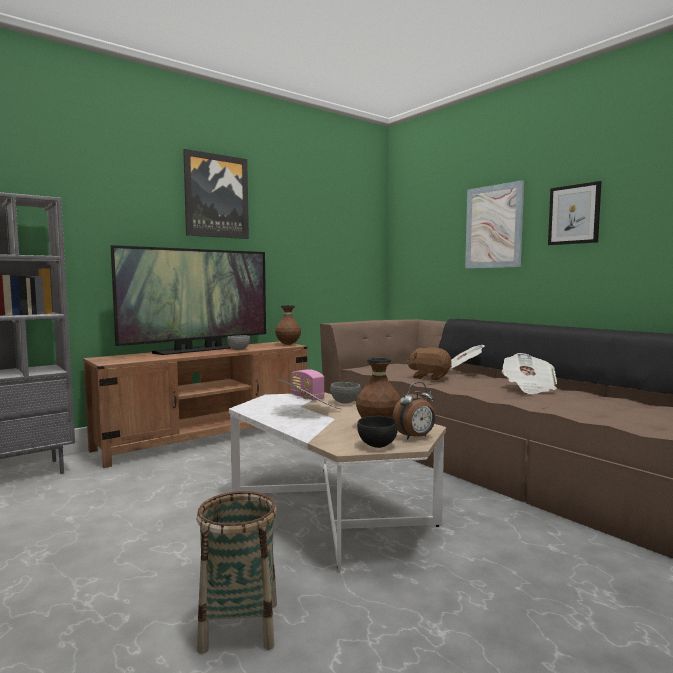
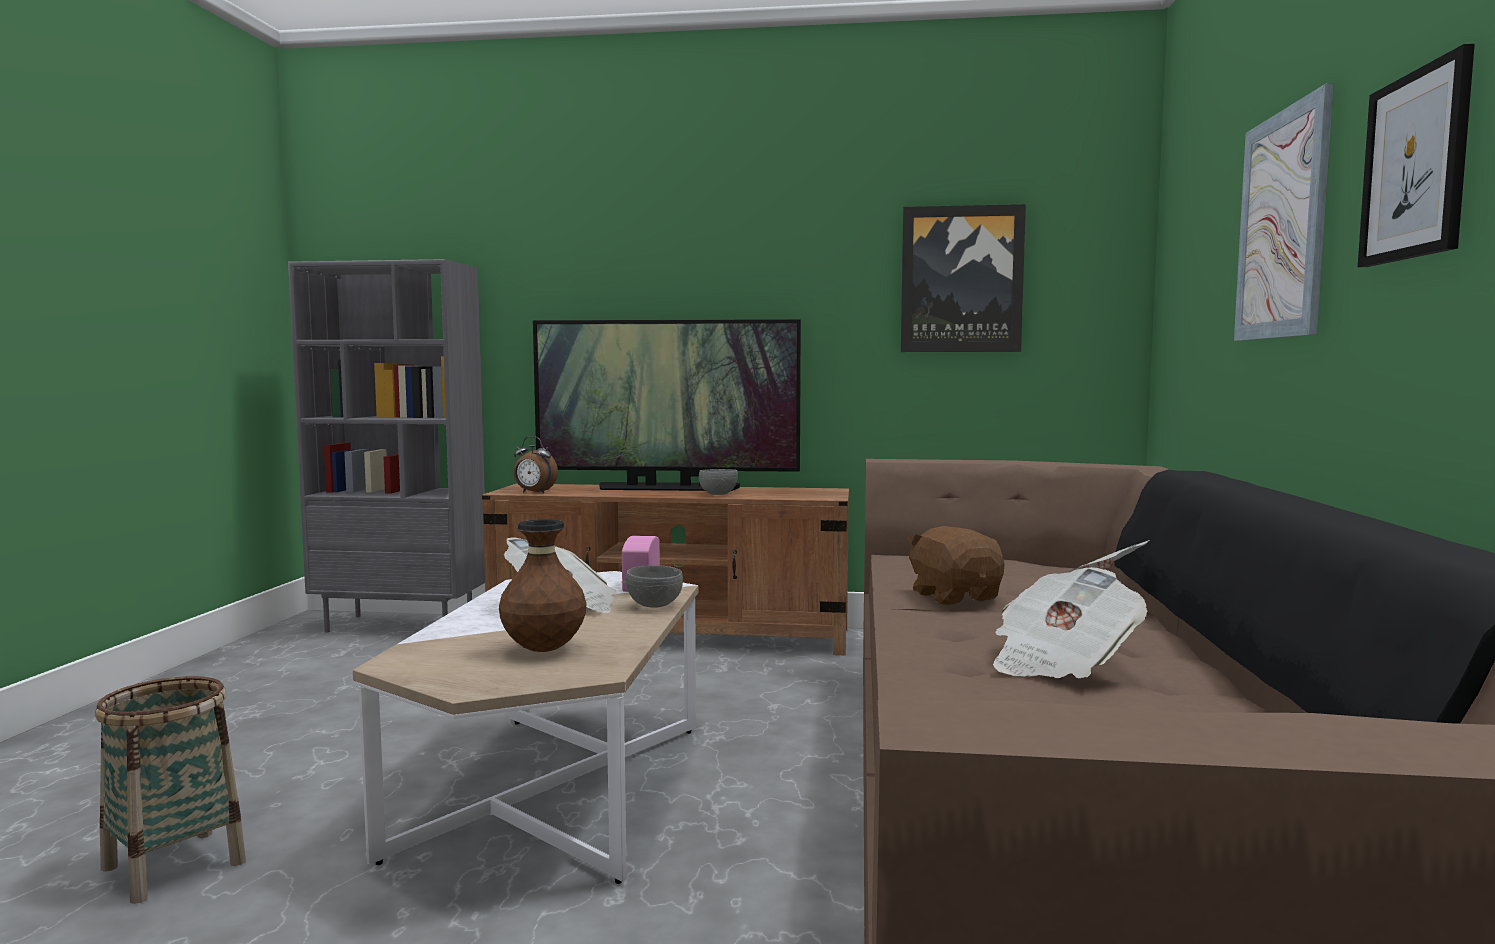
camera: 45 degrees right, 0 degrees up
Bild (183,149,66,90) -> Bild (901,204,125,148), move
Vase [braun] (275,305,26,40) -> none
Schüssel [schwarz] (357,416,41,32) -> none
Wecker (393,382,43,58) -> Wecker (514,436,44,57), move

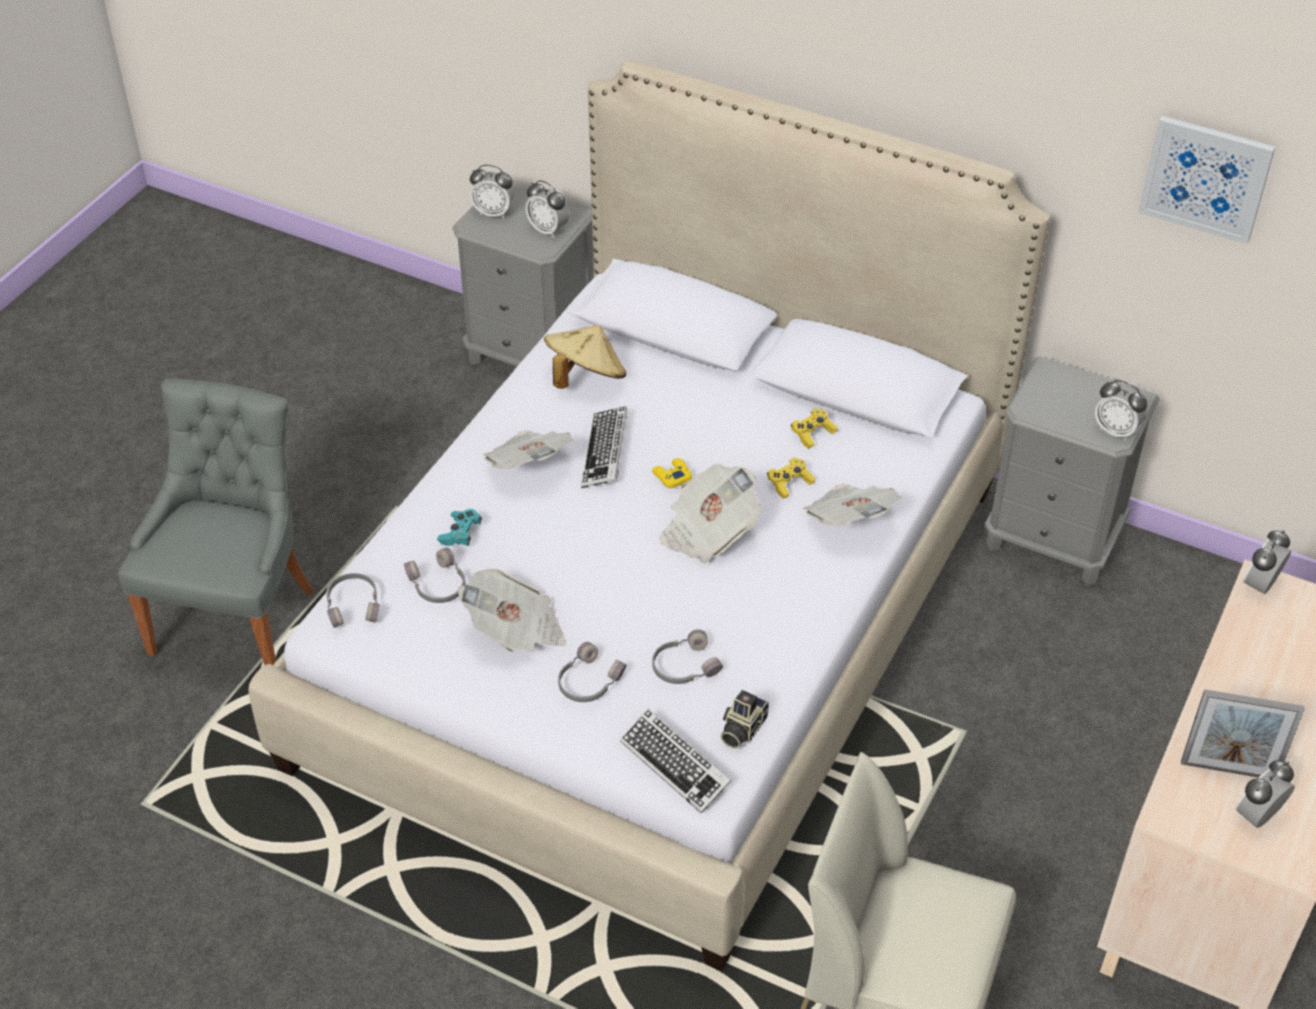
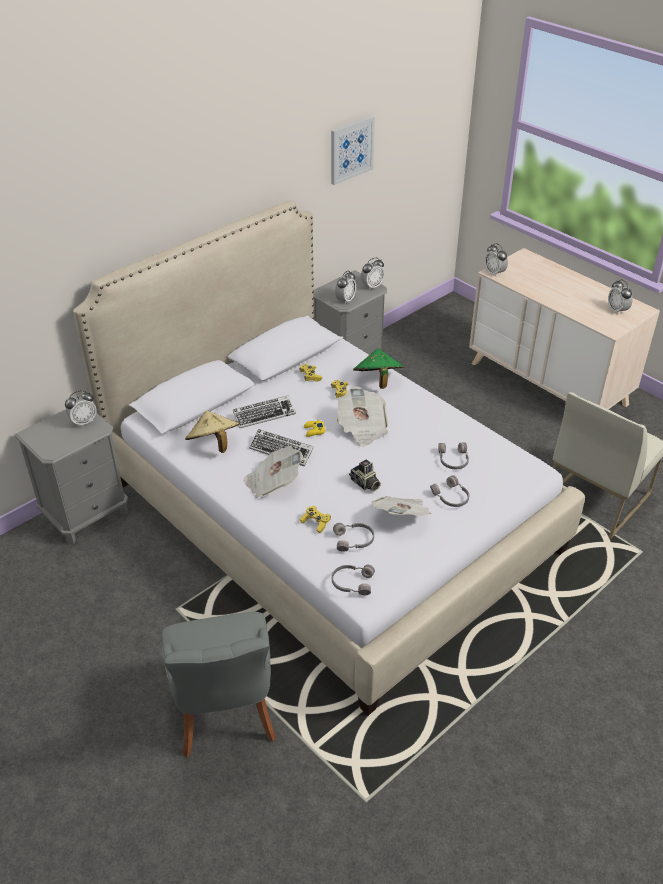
camera: 70 degrees left, 5 degrees down
Stuhl [grau] (118,379,196,286) -> Stuhl [grau] (161,612,115,145), 135 degrees counterclockwise
Gamepad [türkis] (437,509,45,37) -> Gamepad [gelb] (300,506,31,27)
Wecker (470,165,45,54) -> Wecker (335,271,21,34), move
Tastatur (620,709,111,105) -> Tastatur (233,395,63,33), move
Kamera (721,690,48,59) -> Kamera (349,460,32,31), move
Zeitung (803,484,99,42) -> Hut [grün] (353,348,52,41)
Bilderrahmen (1181,689,124,89) -> none

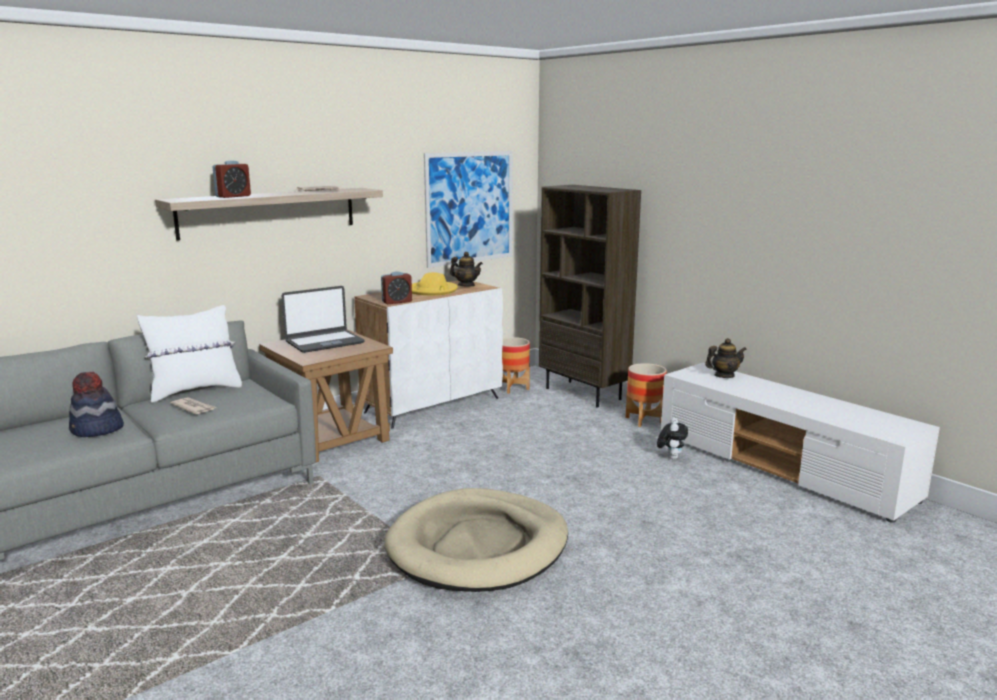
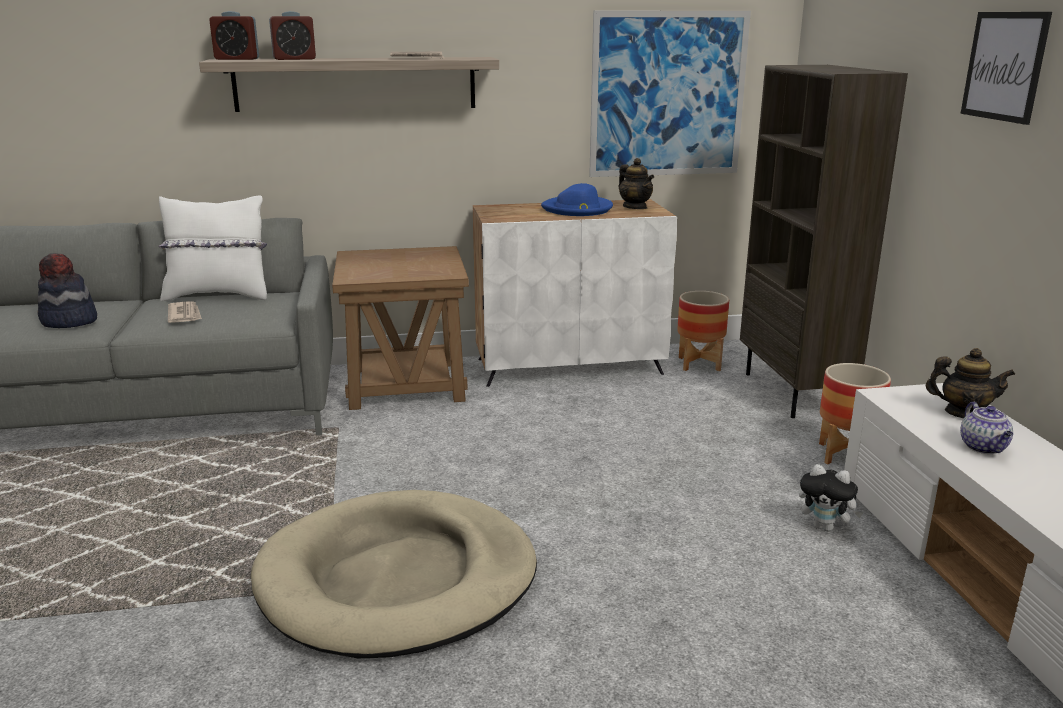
camera: 30 degrees right, 5 degrees up
Laptop (282,286,83,67) -> none
Wecker (381,271,31,33) -> Wecker (209,11,50,49), move
Hut [gelb] (412,272,46,24) -> Hut [blau] (541,183,72,33)
Plüschtier (657,418,31,42) -> Plüschtier (799,464,64,68), 75 degrees clockwise
none -> Bild (960,12,92,113)
none -> Teekanne (960,402,53,52)

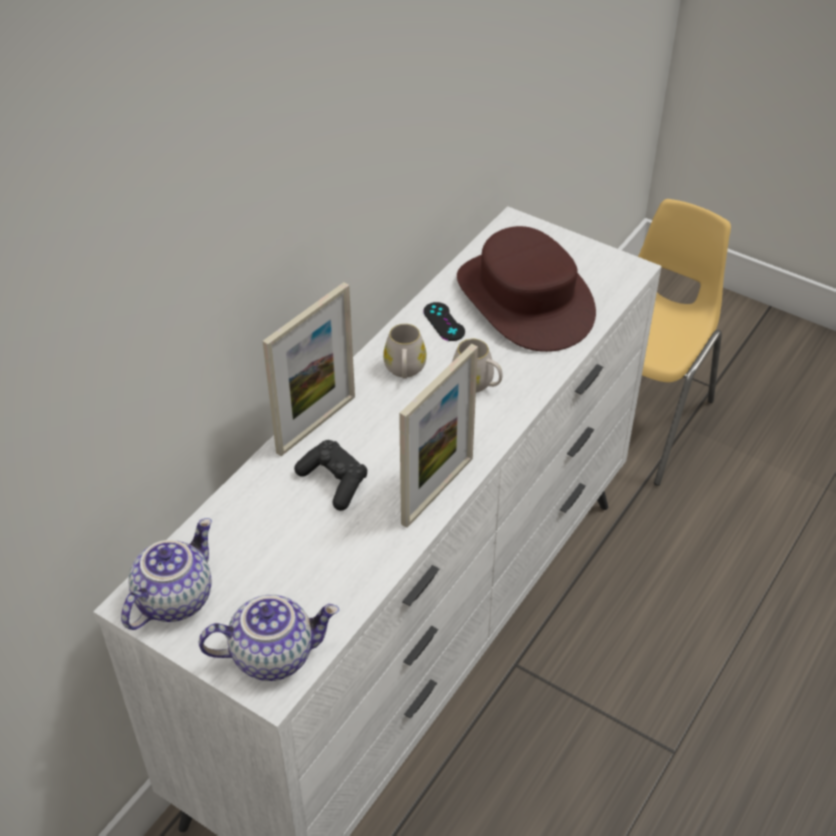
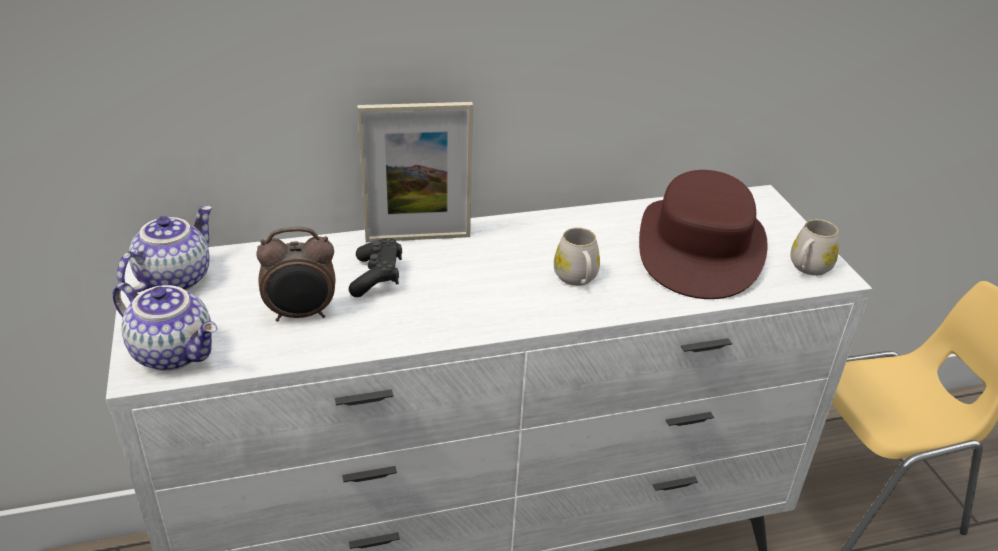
camera: 40 degrees right, 10 degrees down
Teekanne (121,518,91,112) -> Teekanne (117,206,96,86), 45 degrees counterclockwise
Henkelbecher [weiß] (383,324,44,54) -> Henkelbecher [weiß] (790,219,49,57), move
Bilderrahmen (399,344,79,184) -> none
Gamepad [schwarz] (424,302,41,39) -> none
none -> Wecker (256,227,79,95)

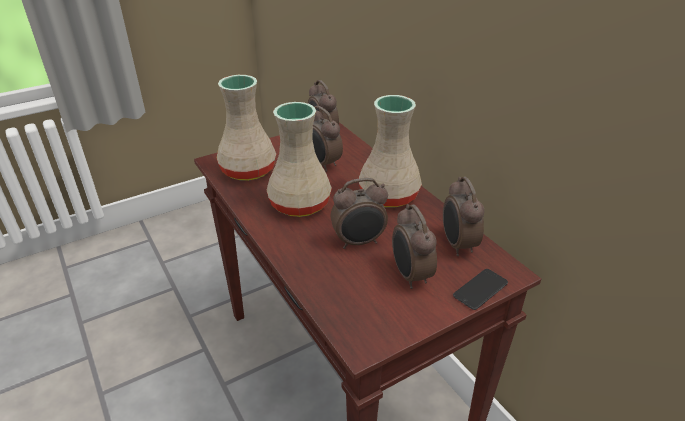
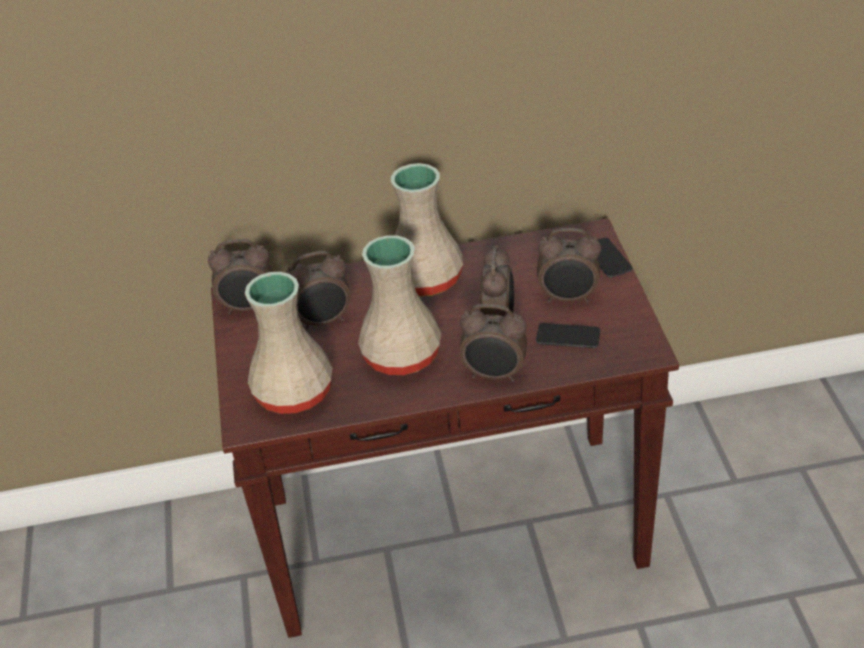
camera: 65 degrees left, 5 degrees up
Wecker (443,177,42,79) -> Wecker (459,304,68,78), move
none -> Handy (536,323,64,25)

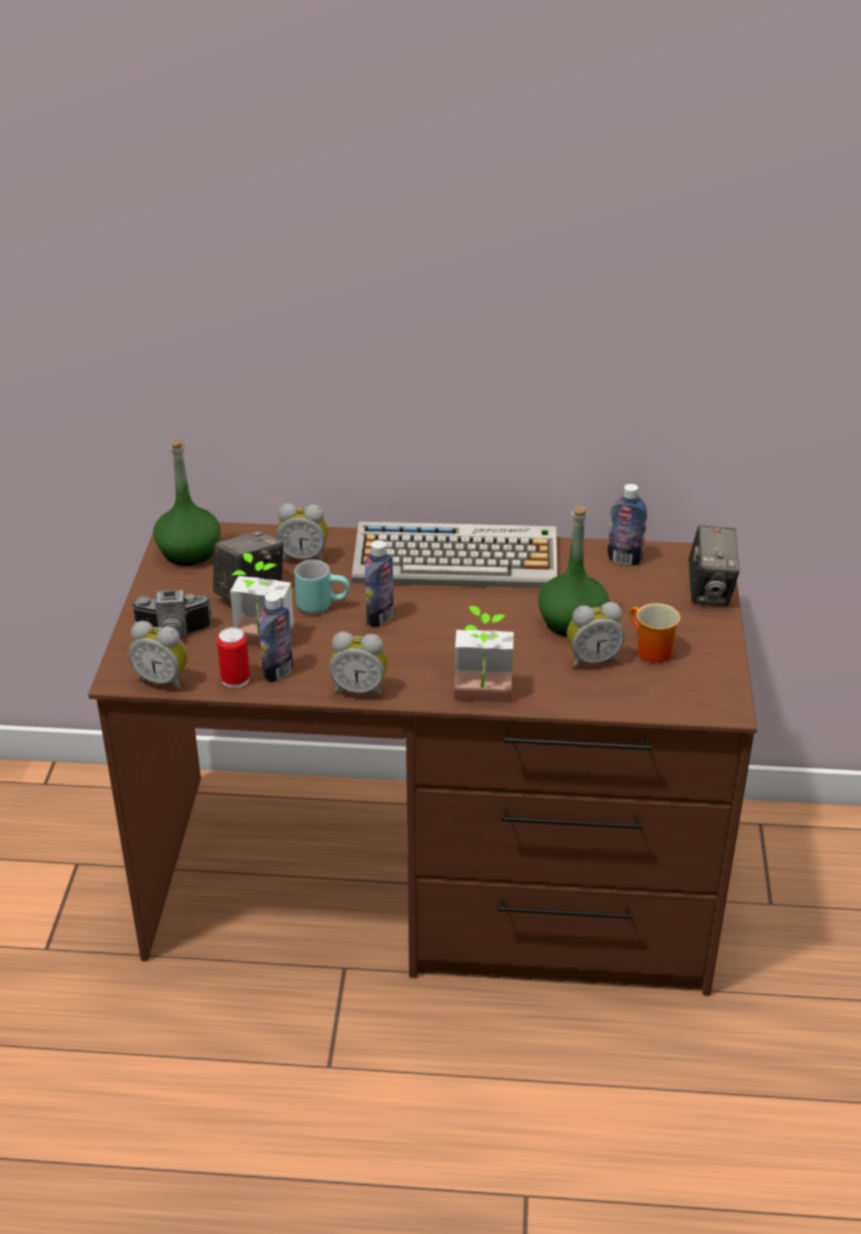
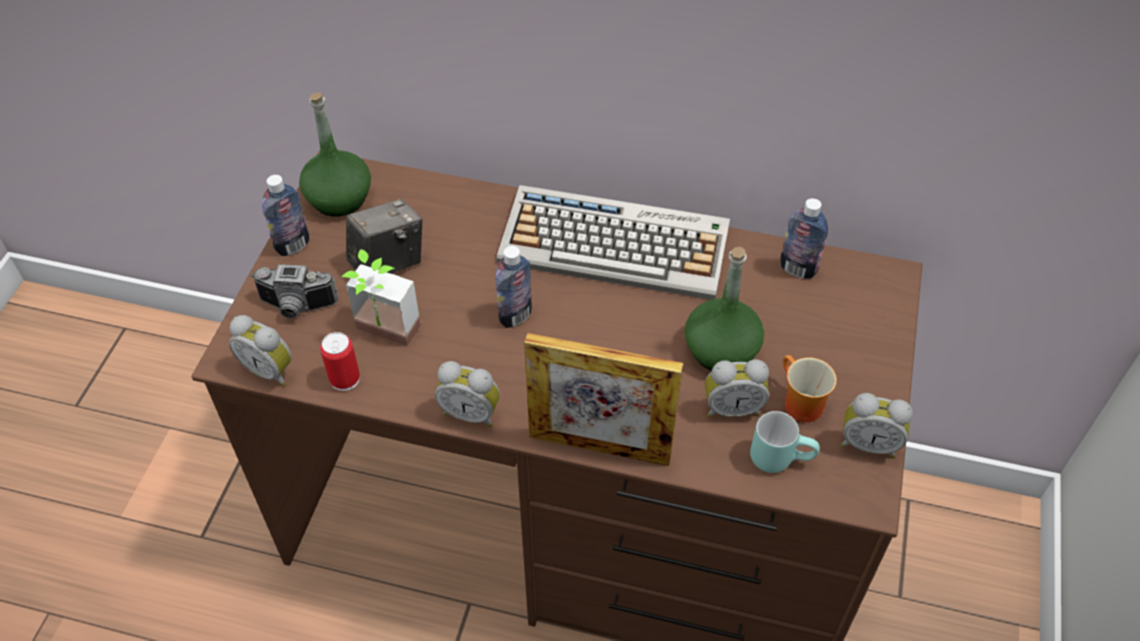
camera: 10 degrees right, 15 degrees up
Flasche (259,592,34,90) -> Flasche (262,175,47,81), move
Wecker (276,503,52,59) -> Wecker (841,393,72,65), move
Henkelbecher [türkis] (294,560,56,54) -> Henkelbecher [türkis] (750,411,70,62), move
Topfpflanze (454,606,60,96) -> Bilderrahmen (524,333,159,133)
Kamera (688,525,52,81) -> none

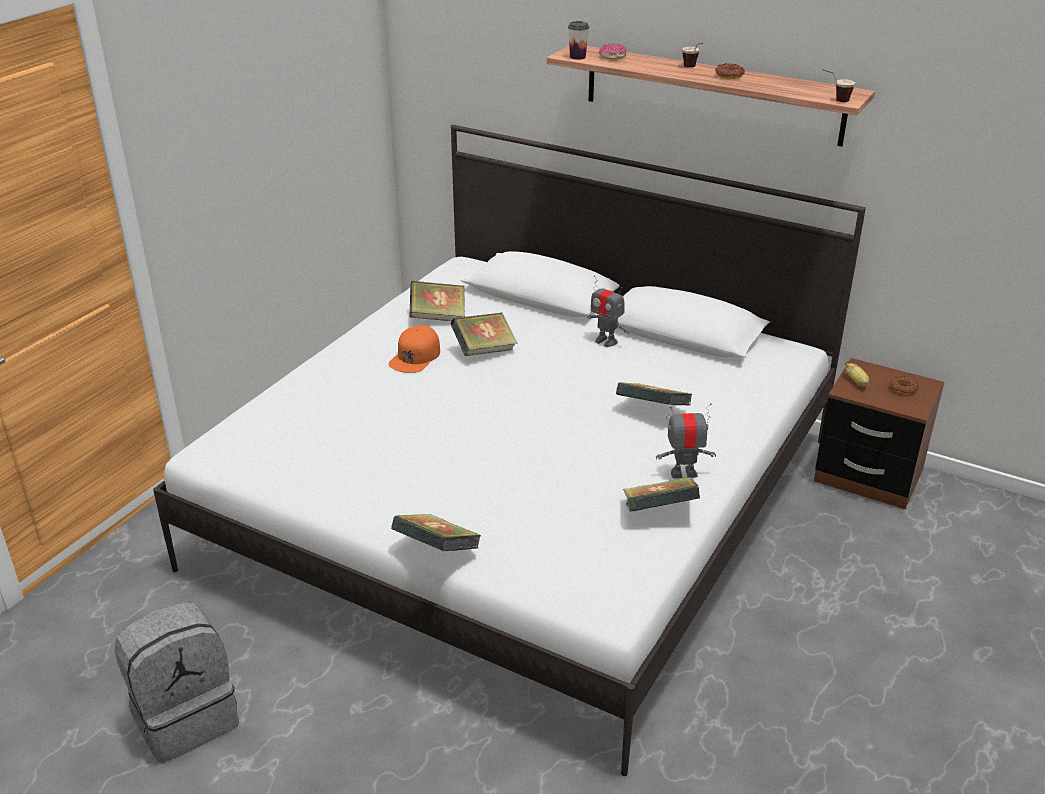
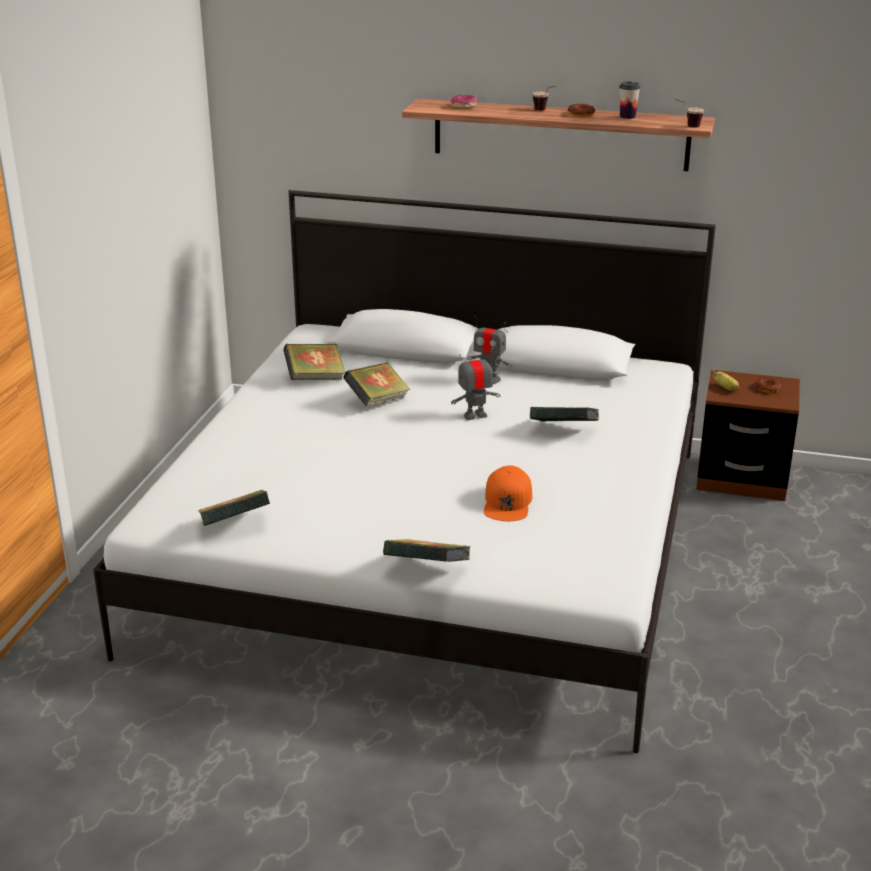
camera: 15 degrees left, 5 degrees down
Rucksack [grau] (114,602,125,161) -> none
Kappe [orange] (389,325,51,48) -> Kappe [orange] (484,465,48,56), move
Tasse (568,21,21,39) -> Tasse (619,82,21,37), move
Buch (623,477,77,35) -> Buch (198,490,72,36), move
Spielzeugroboter (656,403,60,75) -> Spielzeugroboter (451,348,50,72), move

